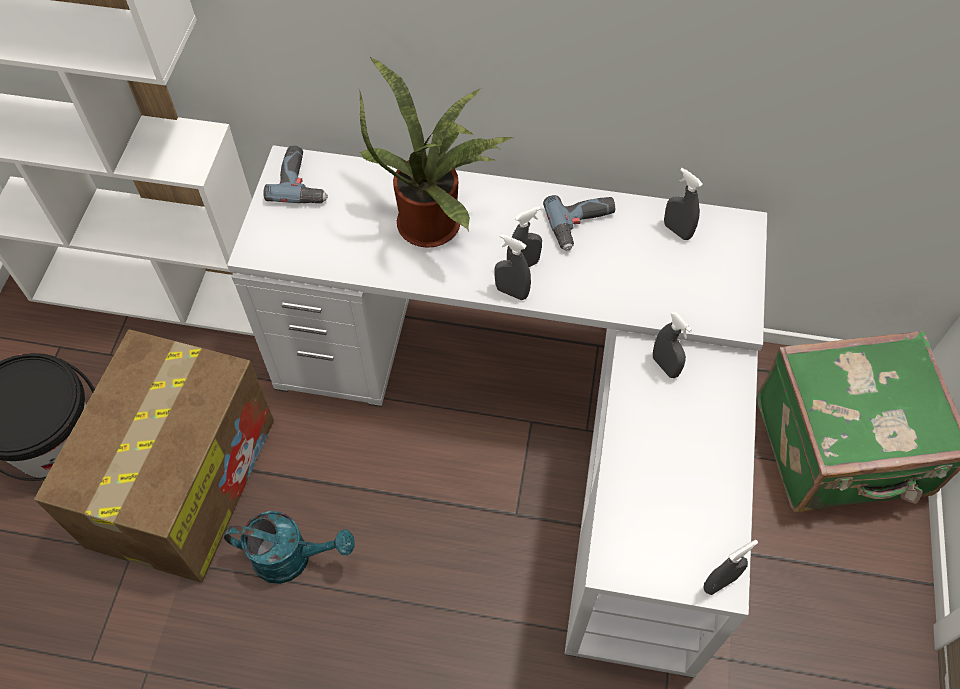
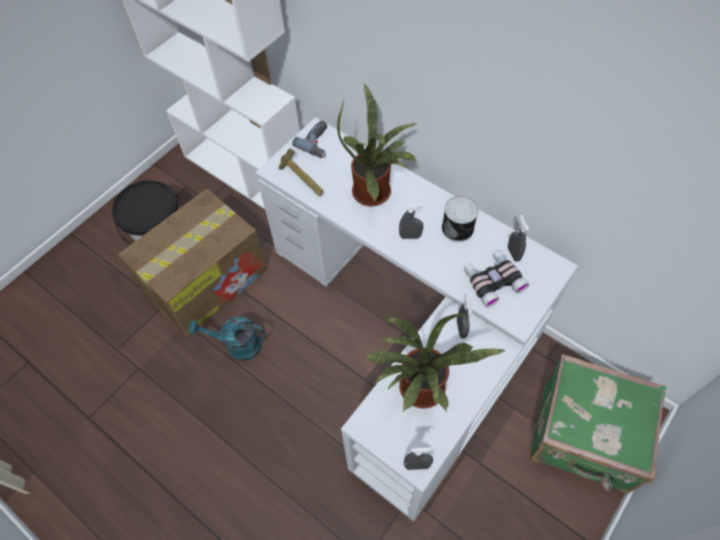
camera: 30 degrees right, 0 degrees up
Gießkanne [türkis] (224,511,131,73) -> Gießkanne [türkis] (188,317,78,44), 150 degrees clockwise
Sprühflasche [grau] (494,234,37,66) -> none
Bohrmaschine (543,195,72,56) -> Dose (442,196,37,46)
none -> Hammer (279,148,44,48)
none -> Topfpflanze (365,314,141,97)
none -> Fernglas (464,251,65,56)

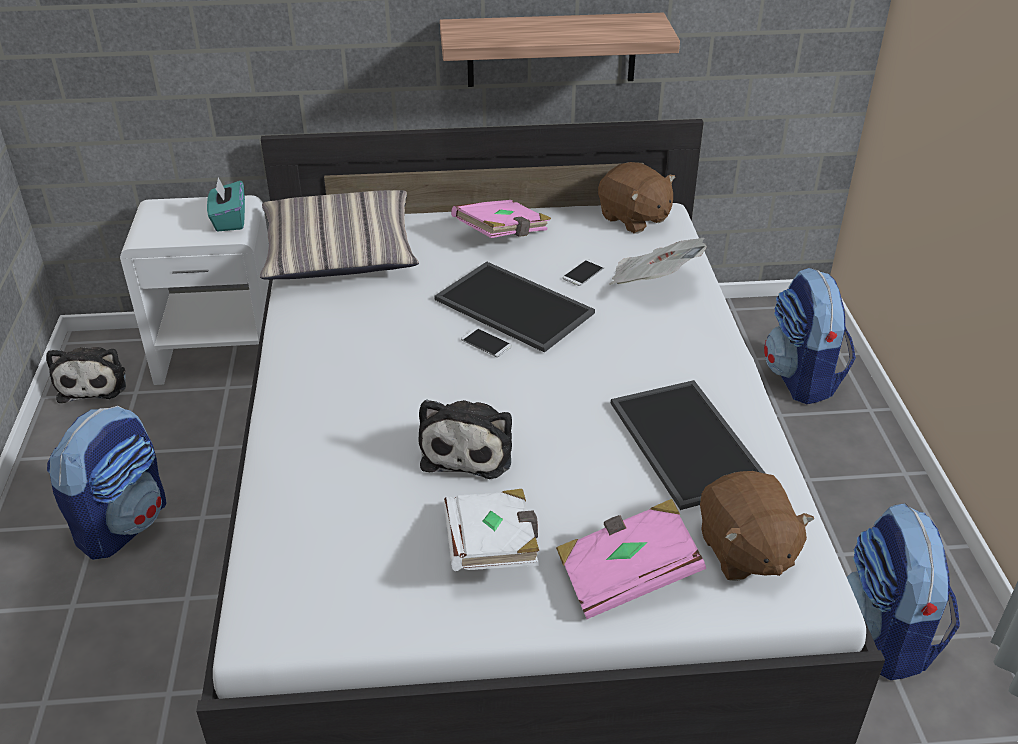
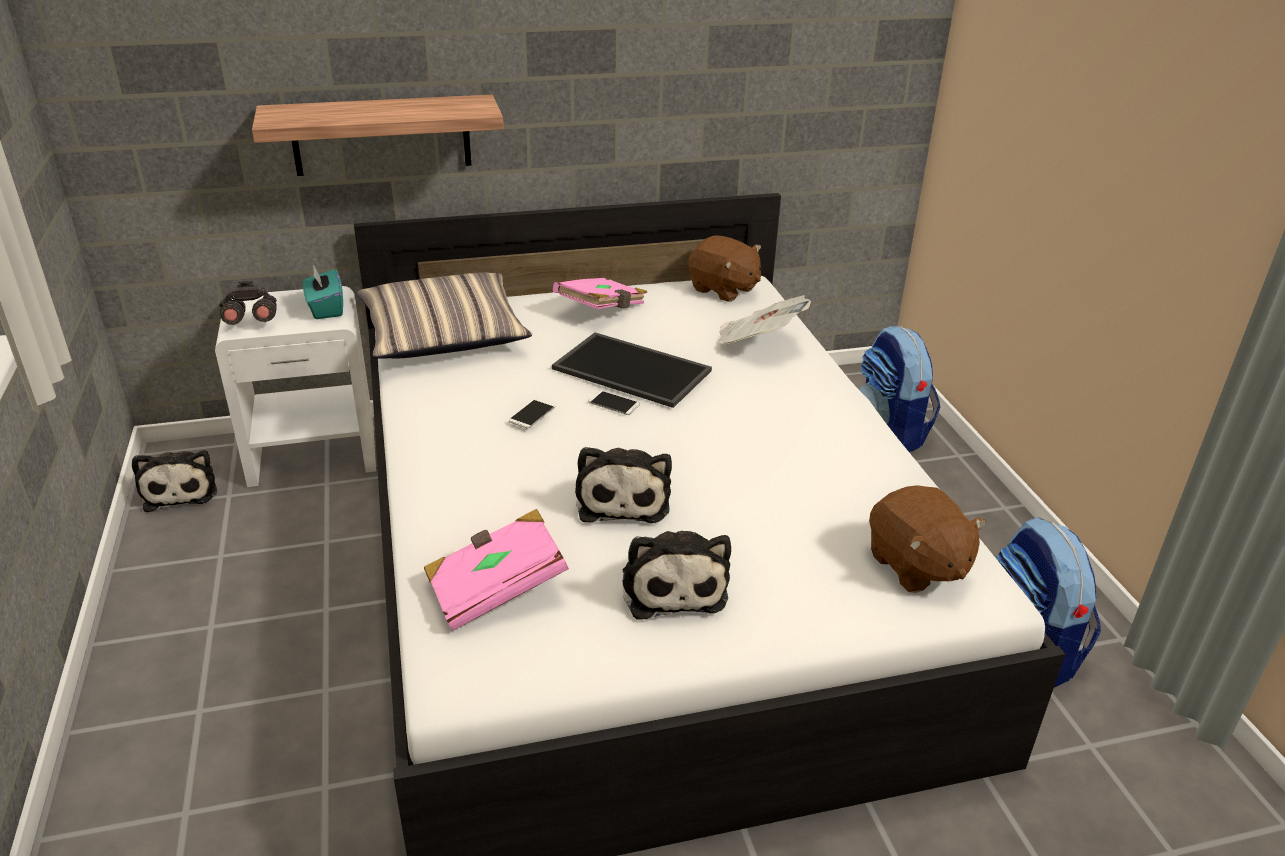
camera: 10 degrees left, 5 degrees down
Rucksack (47,406,119,154) -> none
Wandregal (440,13,240,74) -> Wandregal (252,95,252,81), move
Buch [weiß] (444,489,95,82) -> Plüschtier (622,531,109,88)
Buch [rosa] (556,499,150,120) -> Buch [rosa] (424,509,145,122), move
Handy (563,260,42,26) -> Handy (509,399,46,29), move
Tablett (611,380,155,130) -> none
none -> Fernglas [grau] (219,281,58,44)

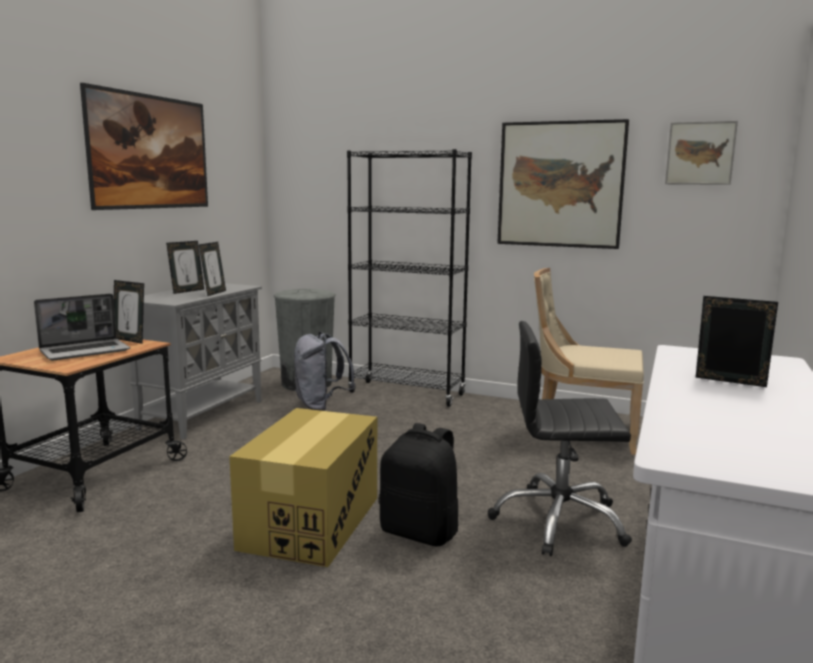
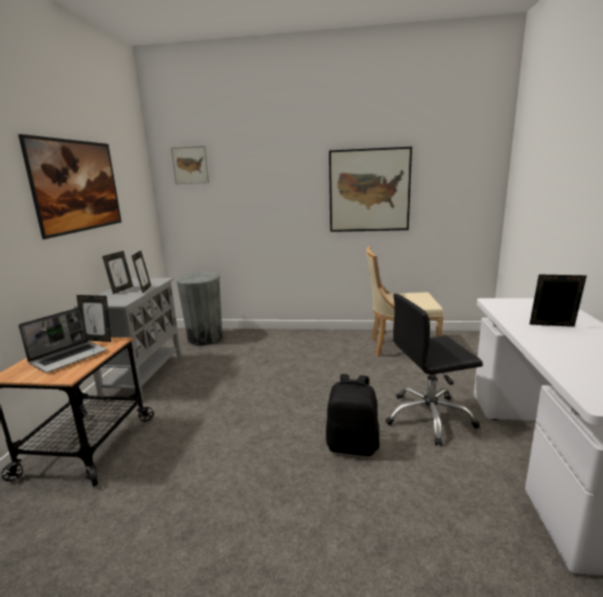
camera: 15 degrees left, 5 degrees up
Karton (229,408,148,159) -> none
Rucksack [grau] (294,332,62,79) -> none
Bücherregal [schwarz] (347,149,125,258) -> none
Bild (665,121,73,64) -> Bild (171,146,38,38), move

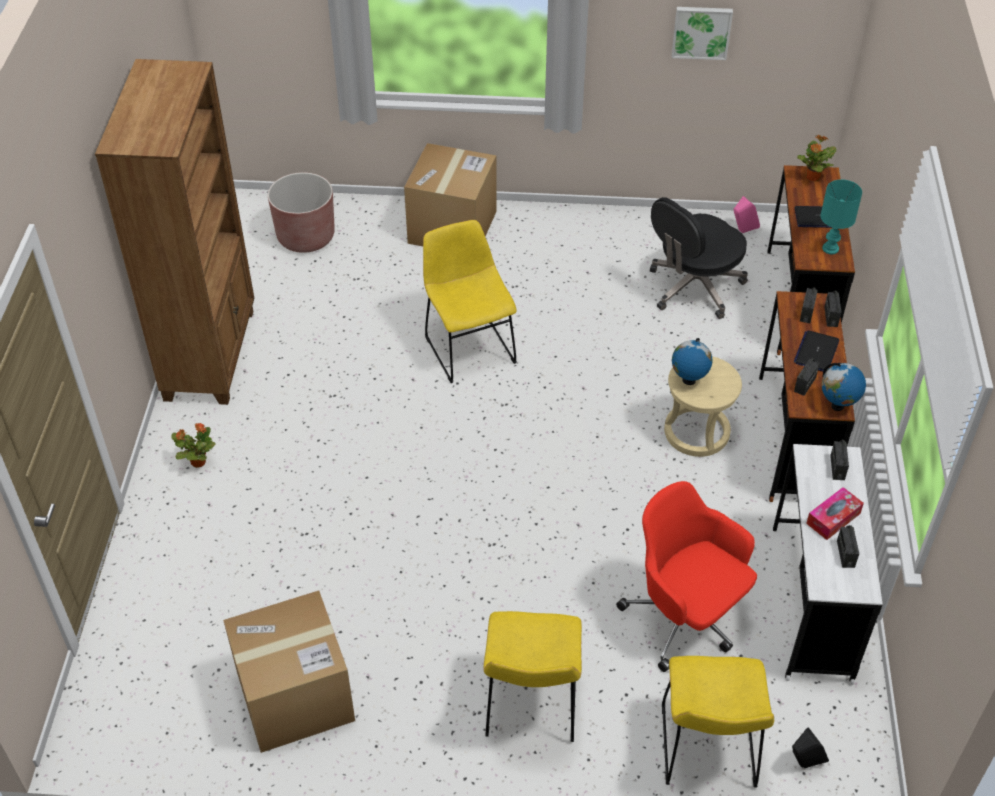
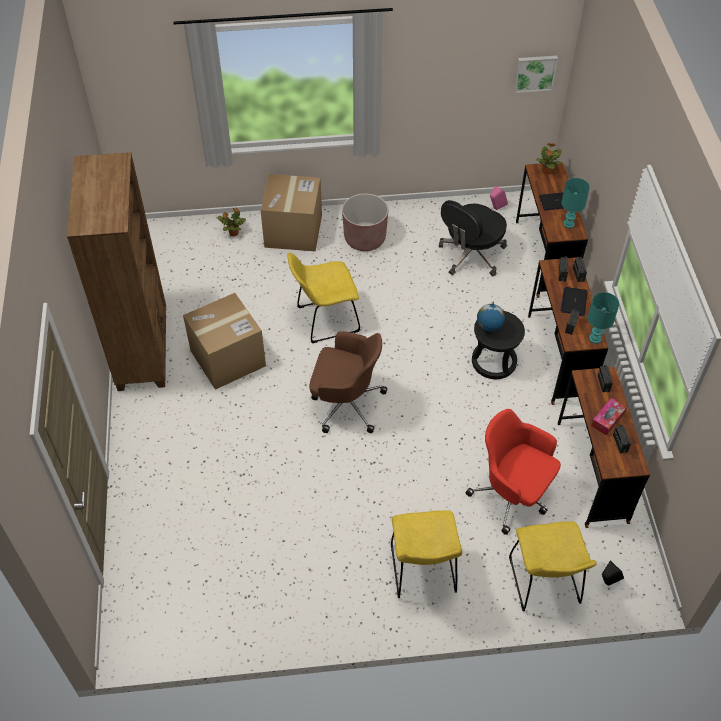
camera: 10 degrees left, 5 degrees up
Topfpflanze (171,423,45,45) -> Topfpflanze (218,208,28,29), move
Karton (223,591,132,162) -> Karton (183,293,83,97), move
Pflanzkübel [braun] (268,172,67,81) -> Pflanzkübel [braun] (342,193,46,58), move
Stuhl [gelb] (423,220,94,163) -> Stuhl [gelb] (287,252,73,91), 75 degrees counterclockwise
Hocker [beige] (664,356,78,101) -> Hocker [schwarz] (472,311,53,68)
Bild (672,7,61,53) -> Bild (514,56,44,37), move
Schreibtisch [weiß] (773,444,109,241) -> Schreibtisch [braun] (558,367,92,161)
Globus (821,363,45,48) -> Tischlampe [türkis] (588,292,31,52)
none -> Bürostuhl [braun] (309,331,78,102)

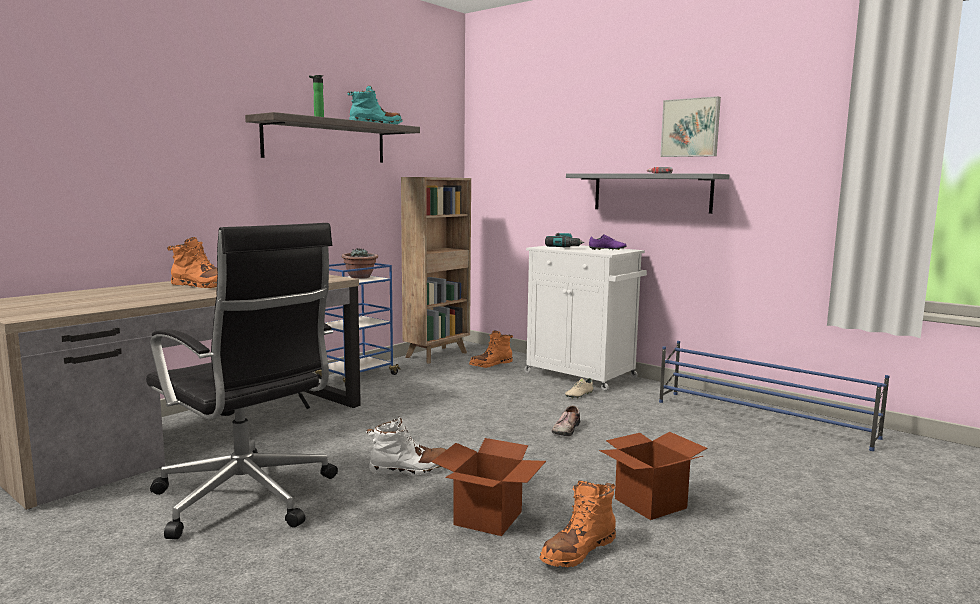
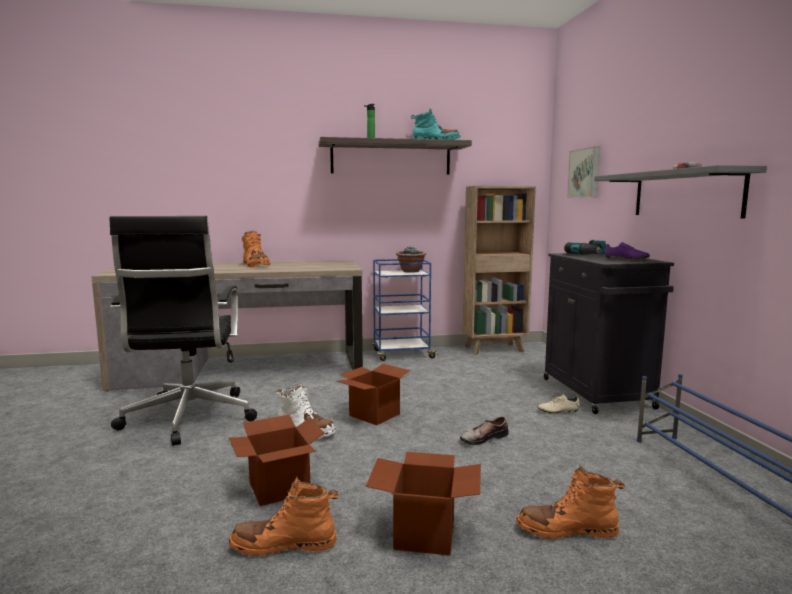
camera: 40 degrees right, 0 degrees up
Stiefel [orange] (469,331,44,37) -> Stiefel [orange] (516,465,109,74), move
Schrank [weiß] (524,245,123,146) -> Schrank [schwarz] (544,253,130,161)
Bild (660,96,61,61) -> Bild (567,146,33,52), move
none -> Karton (337,364,73,61)

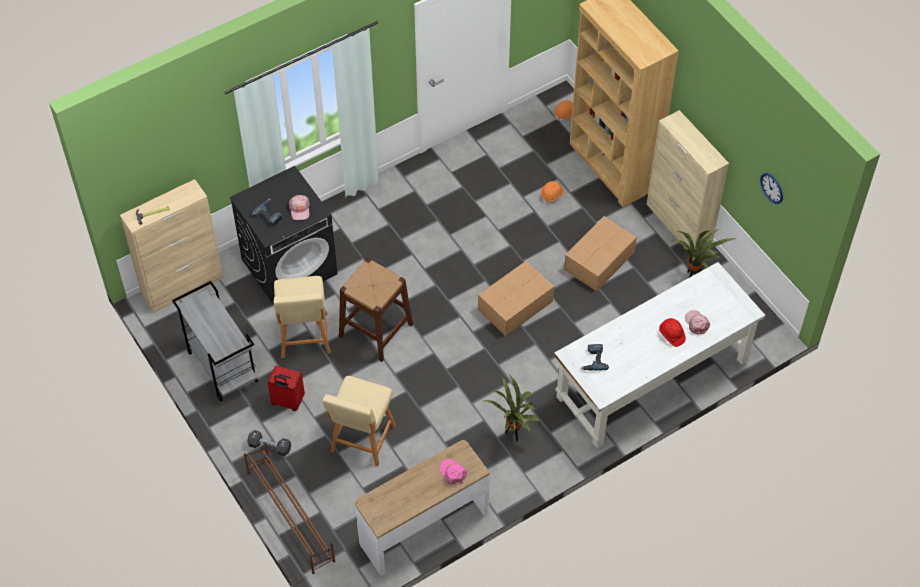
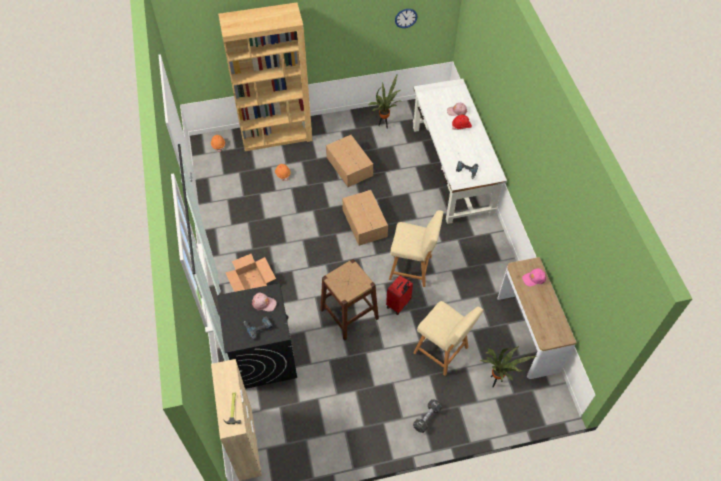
camera: 70 degrees left, 0 degrees up
Rollwagen [grau] (172,281,86,121) -> none
Schuhregal [braun] (244,442,91,132) -> none
Koffer [rot] (267,366,38,45) -> Koffer [rot] (386,275,27,40), move
Hocker [beige] (274,276,57,82) -> Hocker [beige] (389,210,54,77), move
Topfpflanze (484,375,56,67) -> Topfpflanze (480,346,56,42), move
Schrank [beige] (647,110,82,138) -> none
none -> Karton (225,254,51,38)

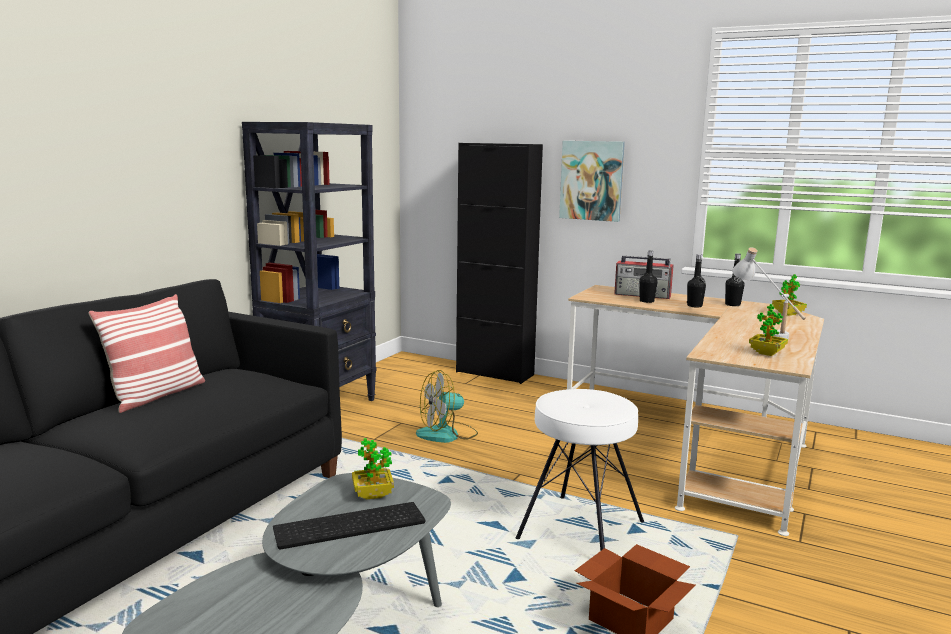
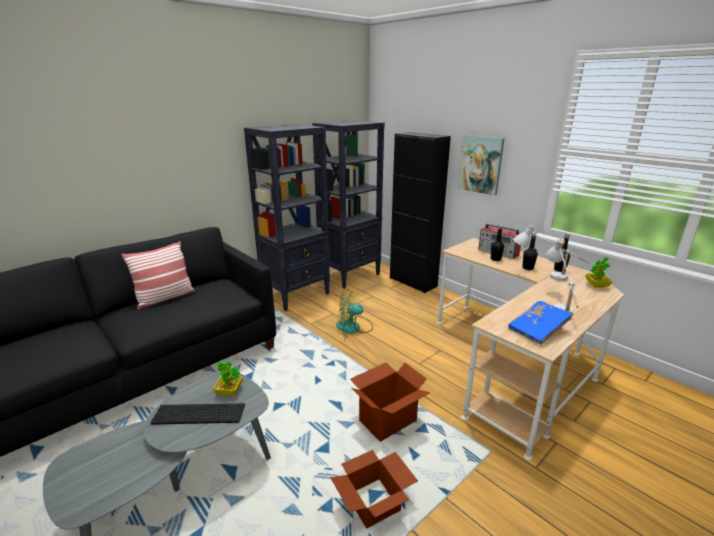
camera: 20 degrees right, 10 degrees up
Hocker [weiß] (515,389,129,162) -> Karton (350,362,81,80)
Topfpflanze (749,304,39,52) -> Buch [blau] (508,301,65,44)
none -> Bücherregal [schwarz] (312,120,73,169)
none -> Tischlampe [weiß] (513,225,77,56)

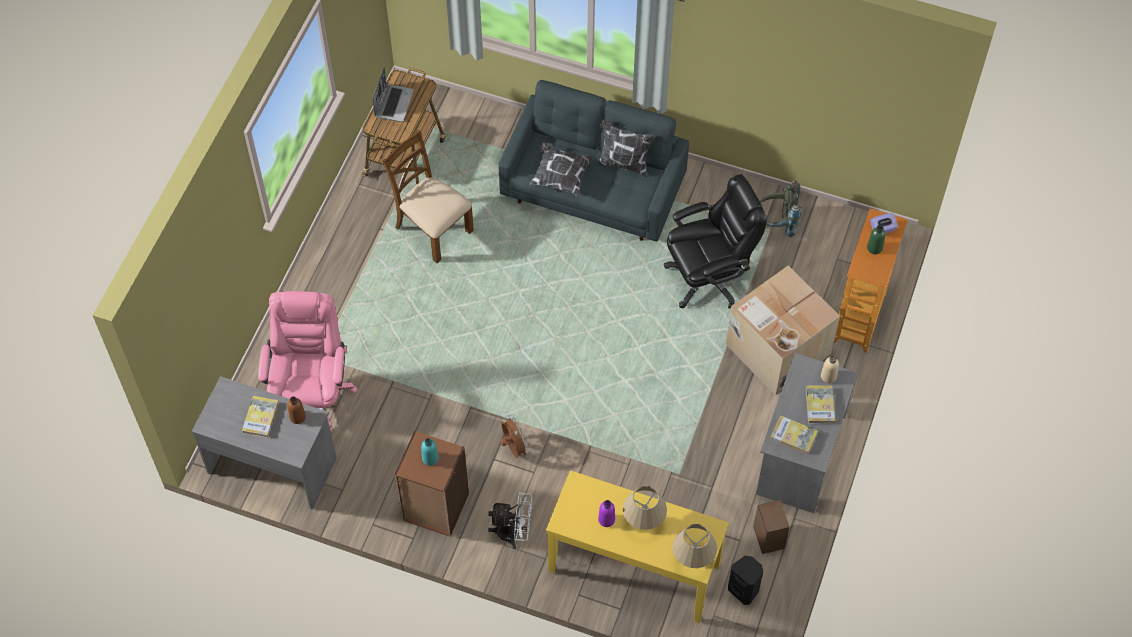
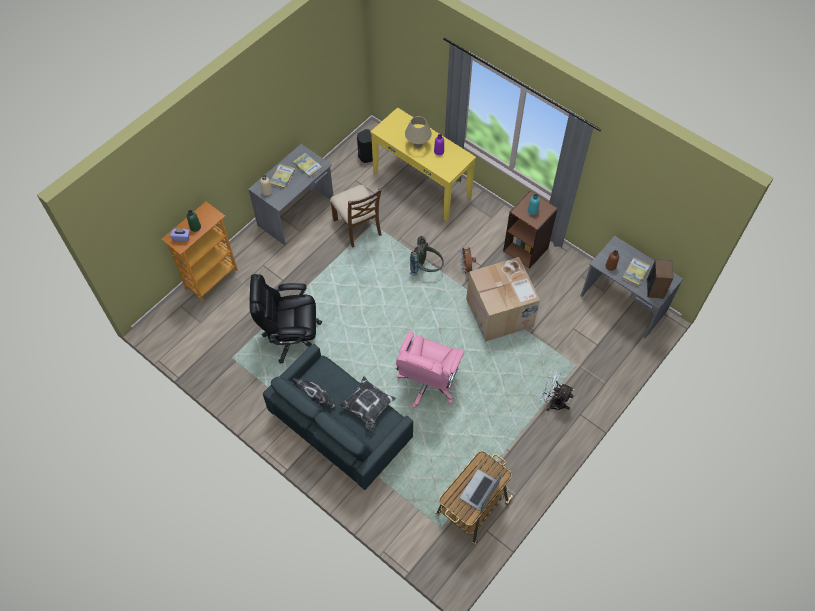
camera: 160 degrees left, 0 degrees up
Bürostuhl [rosa] (258,291,100,141) -> Bürostuhl [rosa] (396,331,68,77), move
Stuhl [braun] (382,130,92,133) -> Stuhl [braun] (330,185,52,63), move
Ventilator [weiß] (488,492,44,57) -> Ventilator [weiß] (540,370,34,41), move
Tischlampe [beige] (673,524,44,44) -> none
Karton (726,266,114,129) -> Karton (466,257,74,85), move
Lautsprecher (753,500,37,54) -> Lautsprecher (647,259,26,40), move
Rucksack [grau] (759,181,42,56) -> Rucksack [grau] (410,236,34,40), move

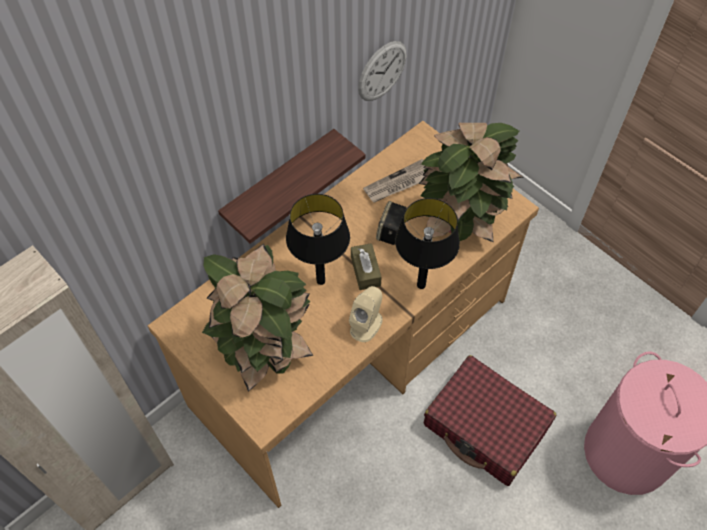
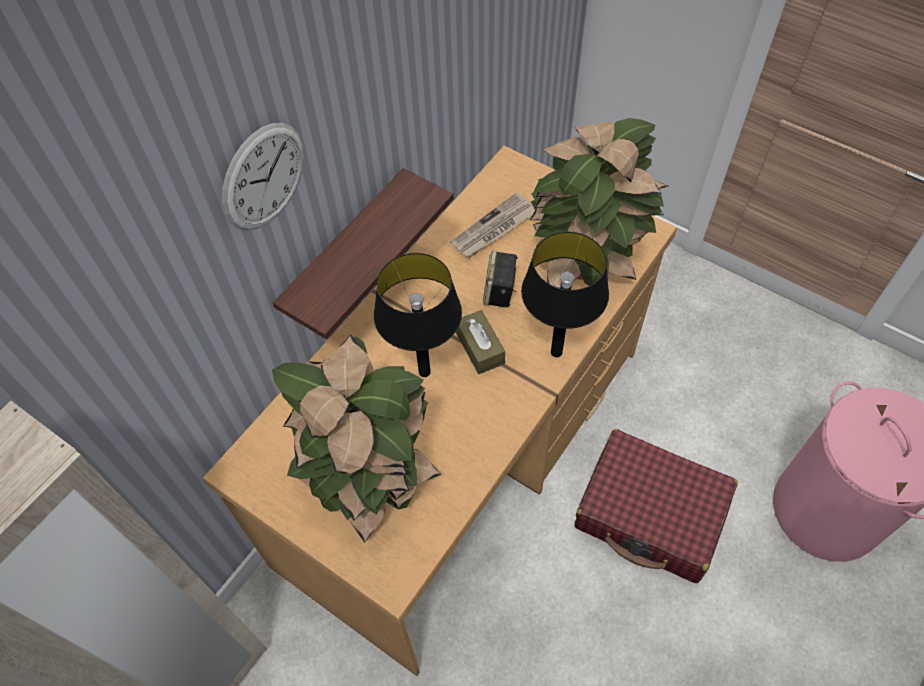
camera: 10 degrees left, 0 degrees up
Lautsprecher [beige] (349,286,34,56) -> none
Wanduhr (358,41,49,60) -> Wanduhr (222,123,82,108), move

